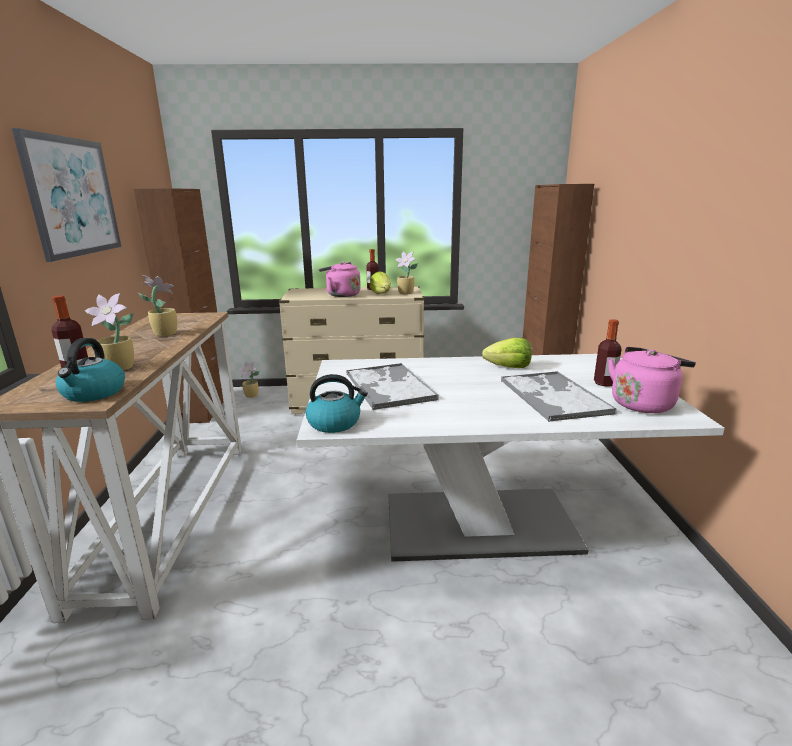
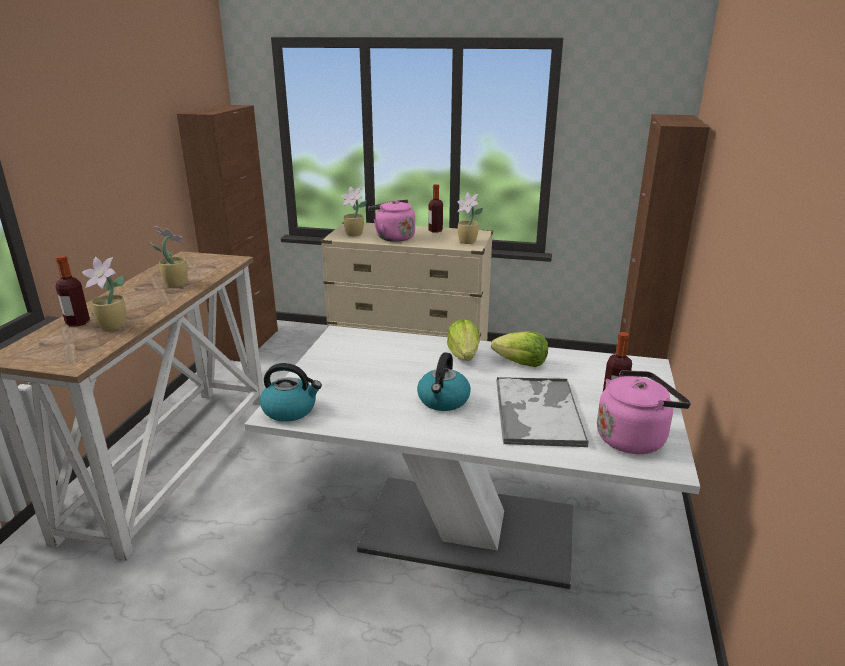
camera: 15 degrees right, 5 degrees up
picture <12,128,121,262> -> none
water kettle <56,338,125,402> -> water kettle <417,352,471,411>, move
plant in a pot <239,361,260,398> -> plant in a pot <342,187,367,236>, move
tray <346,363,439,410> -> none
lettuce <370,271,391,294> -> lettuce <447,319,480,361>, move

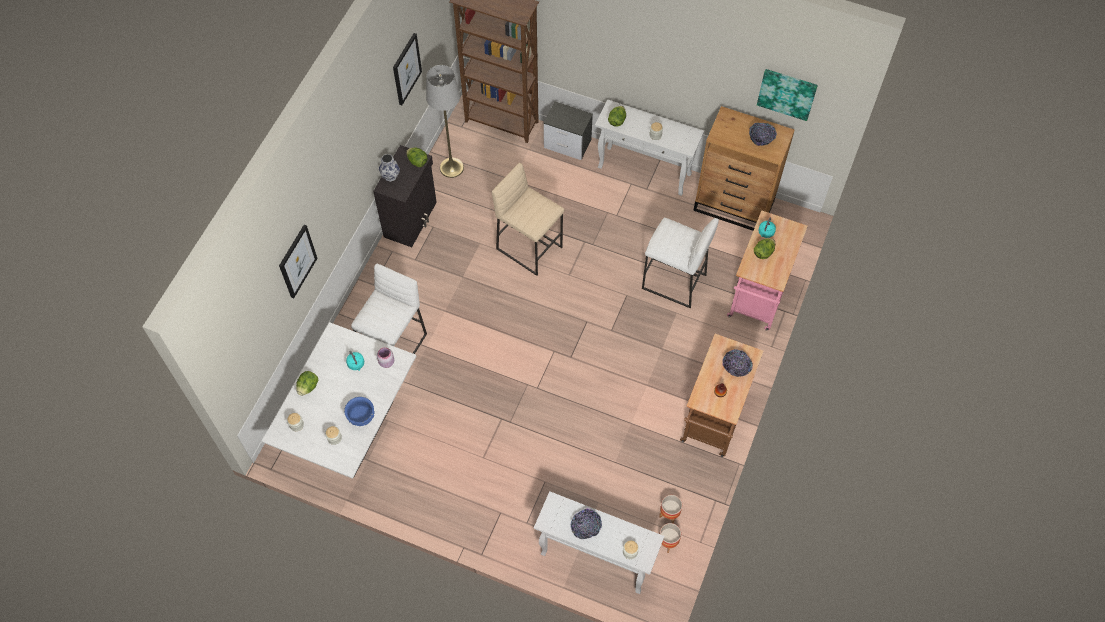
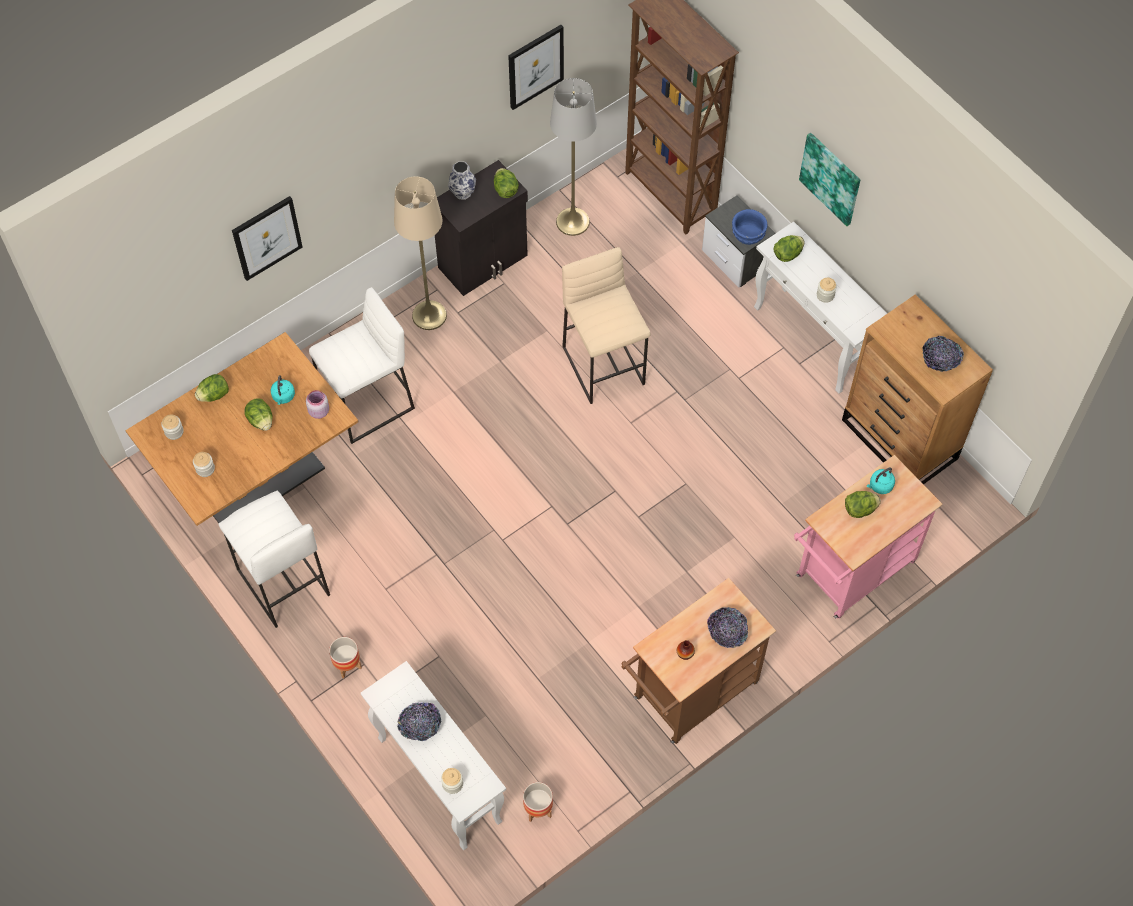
camera: 30 degrees right, 0 degrees up
white-coloured dining table <262,322,416,479> -> brown dining table <125,332,358,526>
blue serving bowl <344,397,375,426> -> blue serving bowl <732,209,768,245>, move
white-coloured stool seat <642,218,719,308> -> white-coloured stool seat <218,491,330,628>, move
planter <659,495,682,524> -> planter <329,637,362,678>, move
picture <757,69,818,121> -> picture <799,133,860,226>, move
none -> lettuce <245,398,272,431>
none -> beige floor lamp <394,176,447,330>

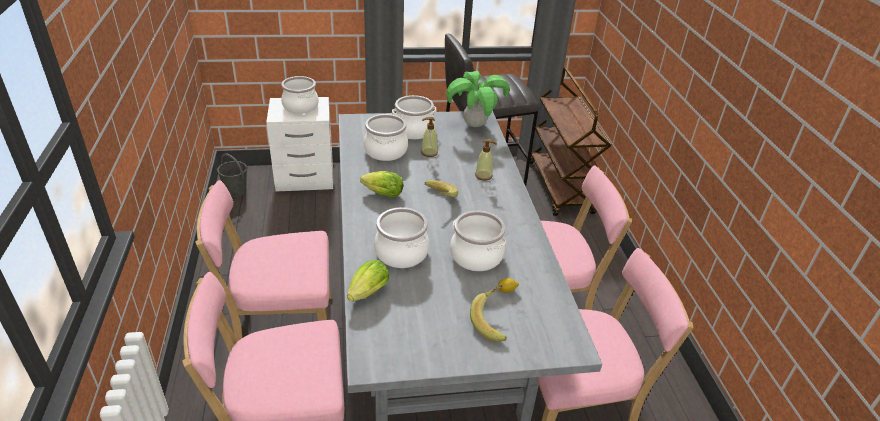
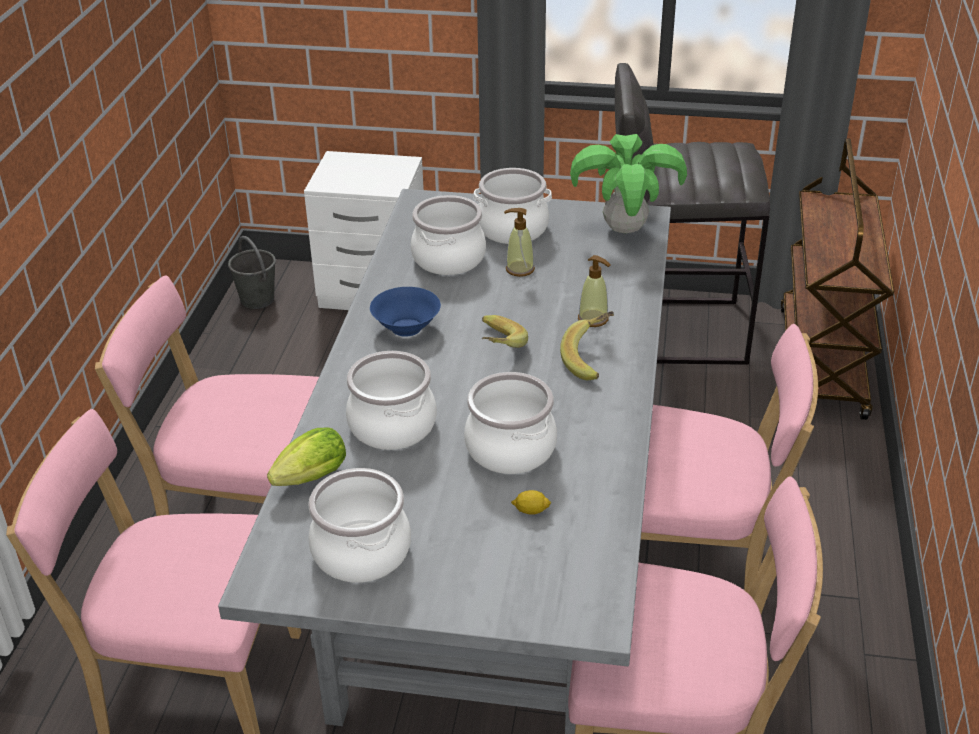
camera: 20 degrees right, 0 degrees up
stockpot <281,76,319,114> -> stockpot <308,468,411,583>, move
lettuce <360,171,403,198> -> blue serving bowl <370,287,441,337>
banana <470,285,507,342> -> banana <560,311,614,380>, move

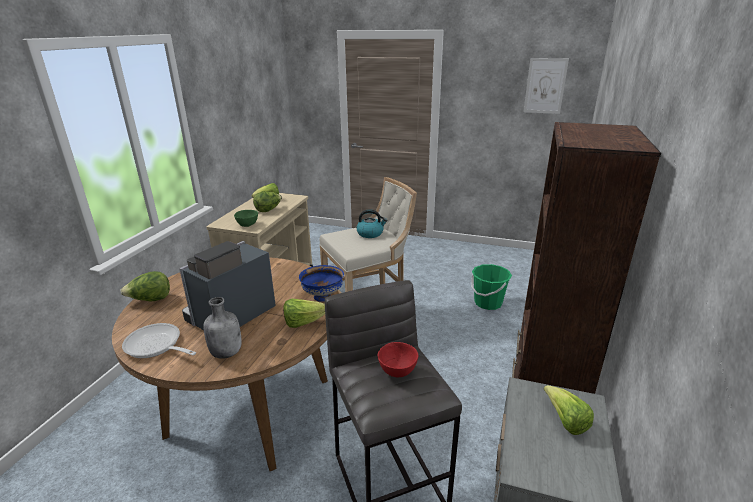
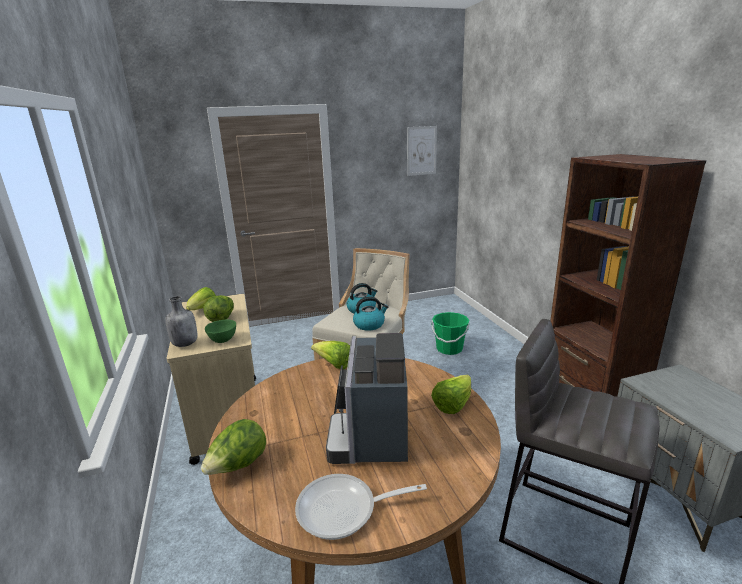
camera: 35 degrees left, 5 degrees down
gray bottle <203,297,242,359> -> gray bottle <165,296,197,347>, move
blue serving bowl <299,265,344,302> -> none
red serving bowl <378,342,418,377> -> none
lettuce <544,385,594,435> -> lettuce <311,341,350,370>, move
none -> water kettle <353,296,389,331>

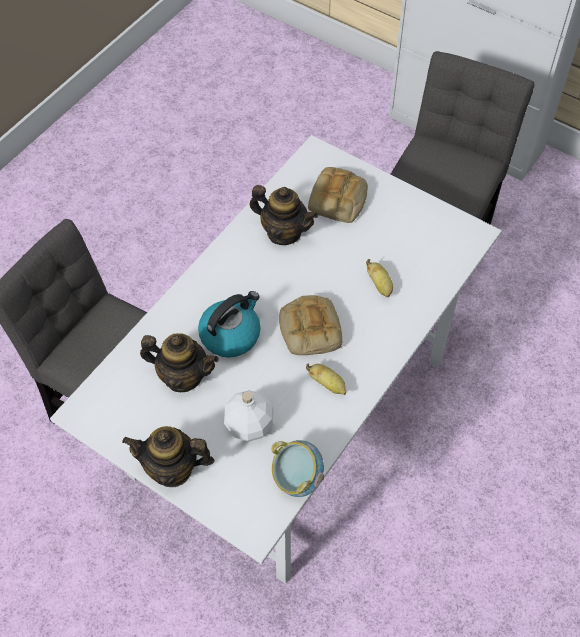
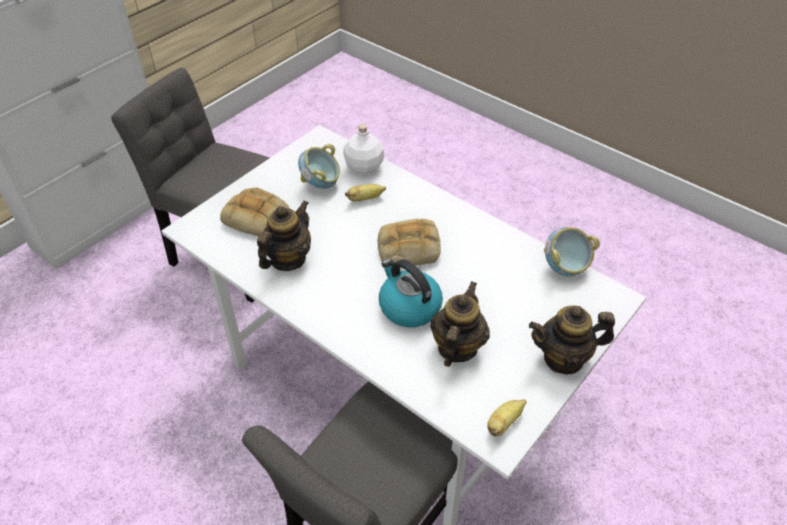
camera: 85 degrees left, 10 degrees down
tea pot <122,426,215,487> -> tea pot <529,306,615,375>, 75 degrees clockwise
white-coloured bottle <224,390,273,442> -> white-coloured bottle <343,124,384,174>, move
banana <306,363,346,395> -> banana <487,399,527,437>, move
none -> serving bowl <298,144,340,189>

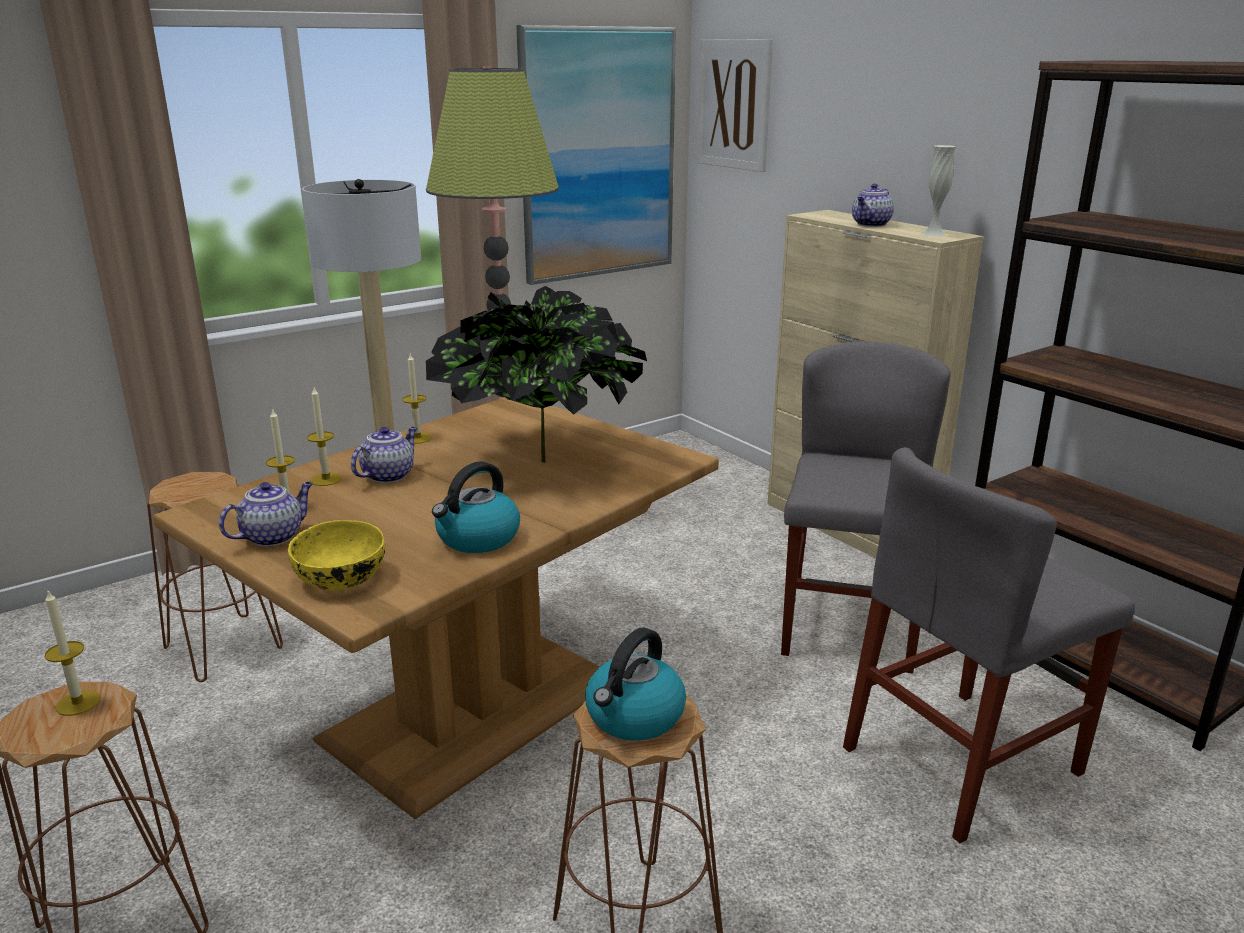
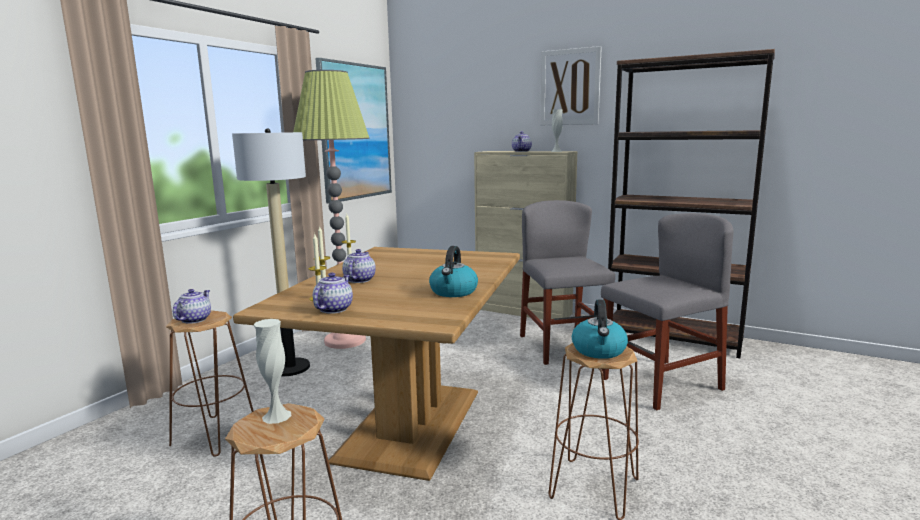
camera: 25 degrees left, 10 degrees down
wax light <45,591,100,716> -> white-coloured decorative vase <254,319,292,424>
yellow serving bowl <288,520,385,591> -> none
plant in a pot <426,286,647,463> -> none
picture <698,39,773,172> -> picture <540,46,602,125>, move
gray chair <843,447,1135,843> -> gray chair <601,213,734,410>, 150 degrees counterclockwise
none -> tea pot <173,289,211,324>

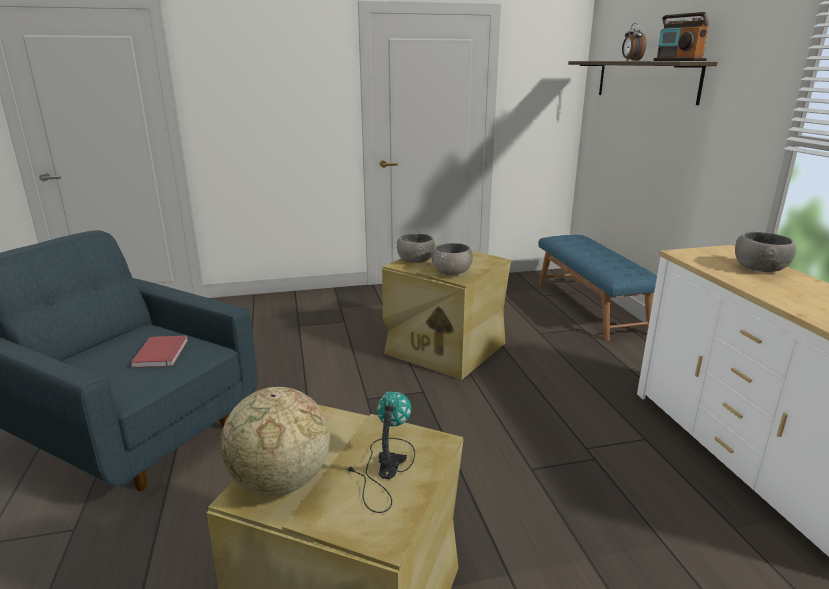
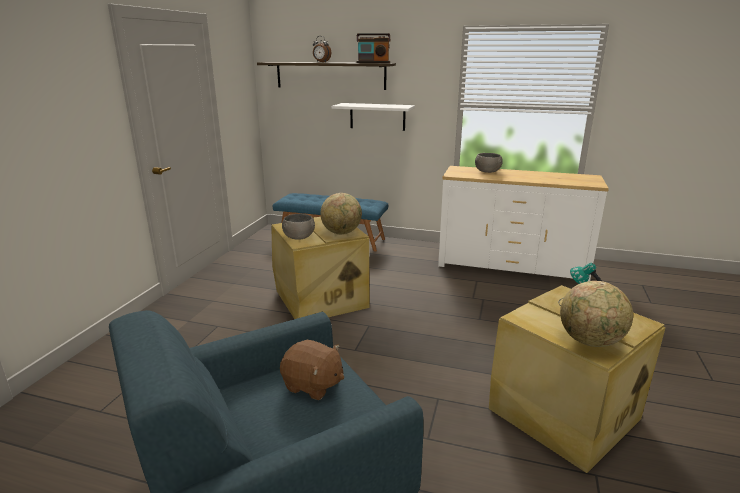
camera: 60 degrees left, 0 degrees up
red bound book <130,335,188,368> -> brown cuddly toy <280,340,344,400>
gray serving bowl <432,243,473,275> -> world globe <320,193,362,234>
none -> white-coloured shelf <331,103,415,131>

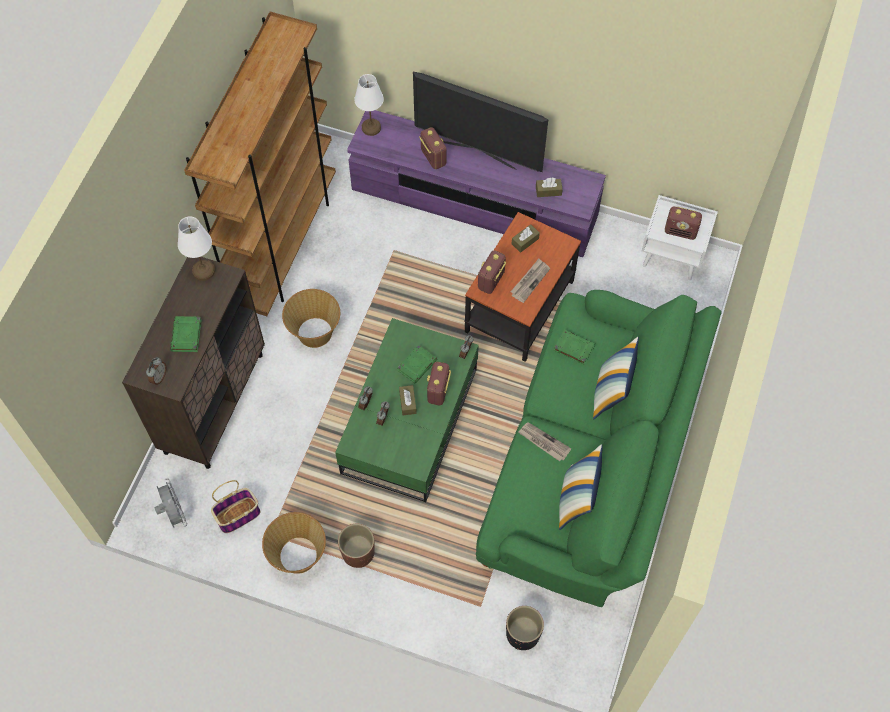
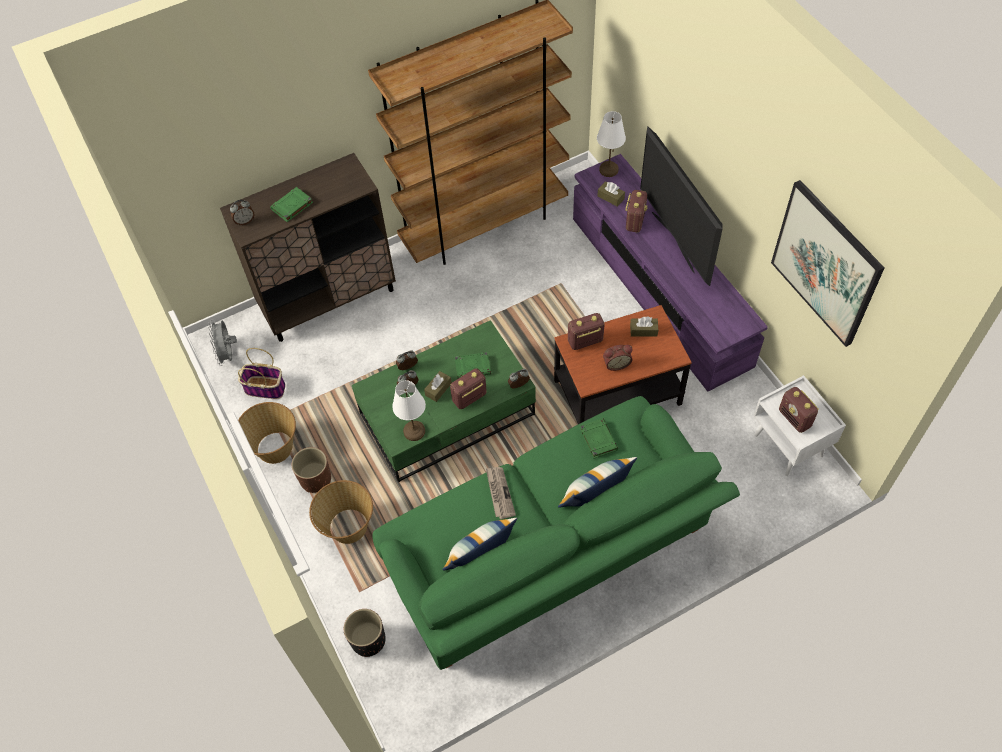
camera: 45 degrees right, 5 degrees down
gray fan <155,478,187,528> -> gray fan <208,320,237,366>, 150 degrees clockwise
white-coloured lamp for a table <178,216,215,281> -> white-coloured lamp for a table <392,380,426,441>, move
basket <282,289,340,348> -> basket <309,480,373,544>, move
daily paper <511,259,550,303> -> bedside clock <603,345,632,371>
brown tissue holder <536,177,563,197> -> brown tissue holder <598,182,625,207>, move
none -> picture <771,180,884,347>

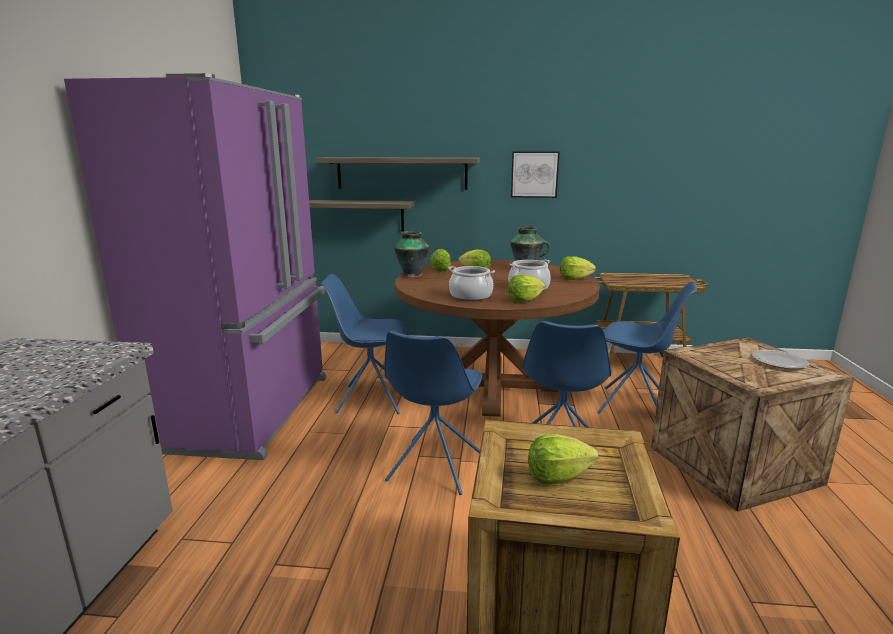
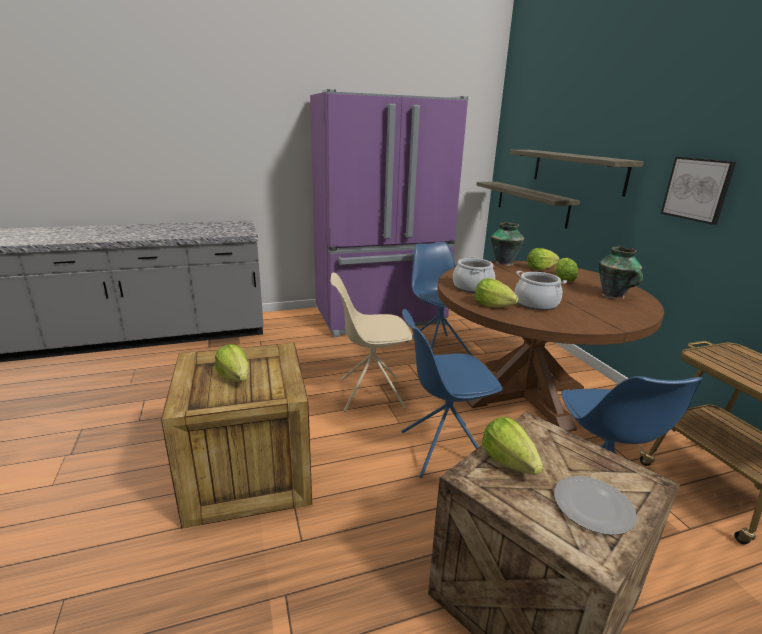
camera: 65 degrees right, 5 degrees up
blue chair <385,331,482,495> -> beige chair <330,272,412,412>
lettuce <560,256,596,280> -> lettuce <482,417,543,475>, move

